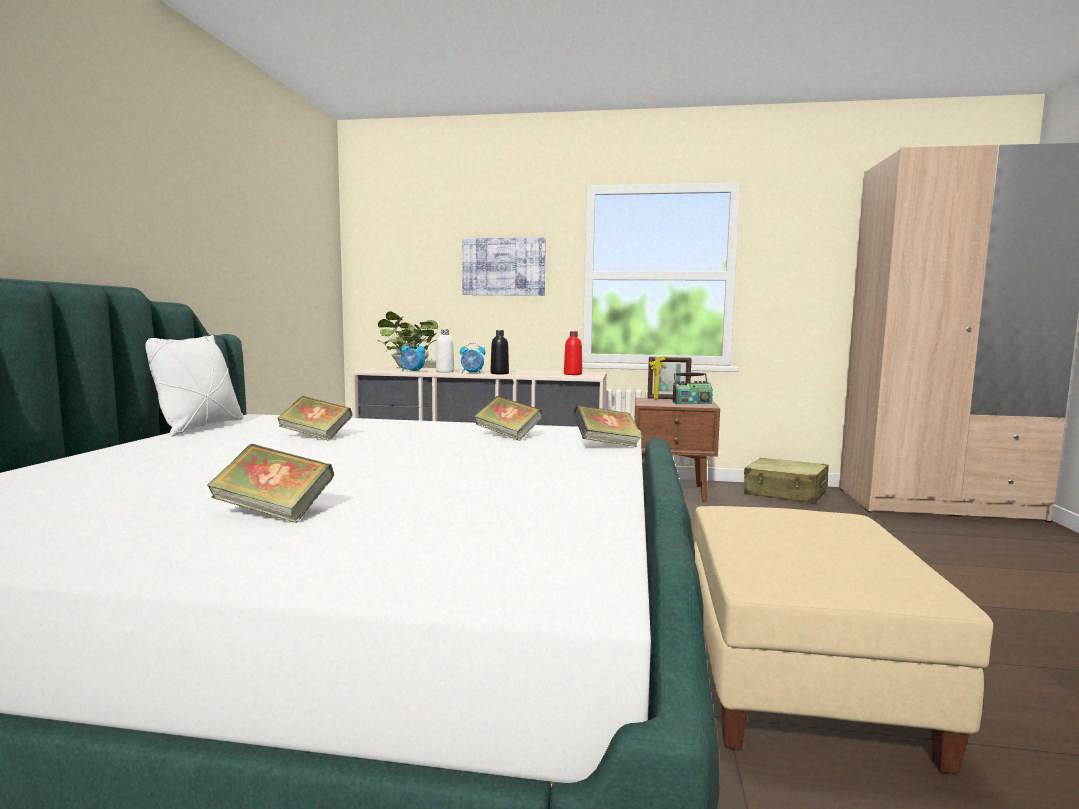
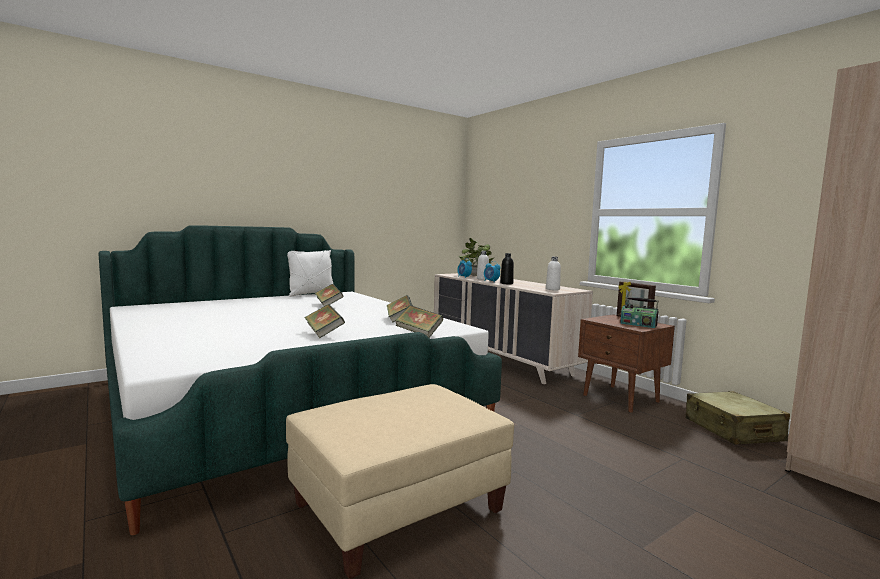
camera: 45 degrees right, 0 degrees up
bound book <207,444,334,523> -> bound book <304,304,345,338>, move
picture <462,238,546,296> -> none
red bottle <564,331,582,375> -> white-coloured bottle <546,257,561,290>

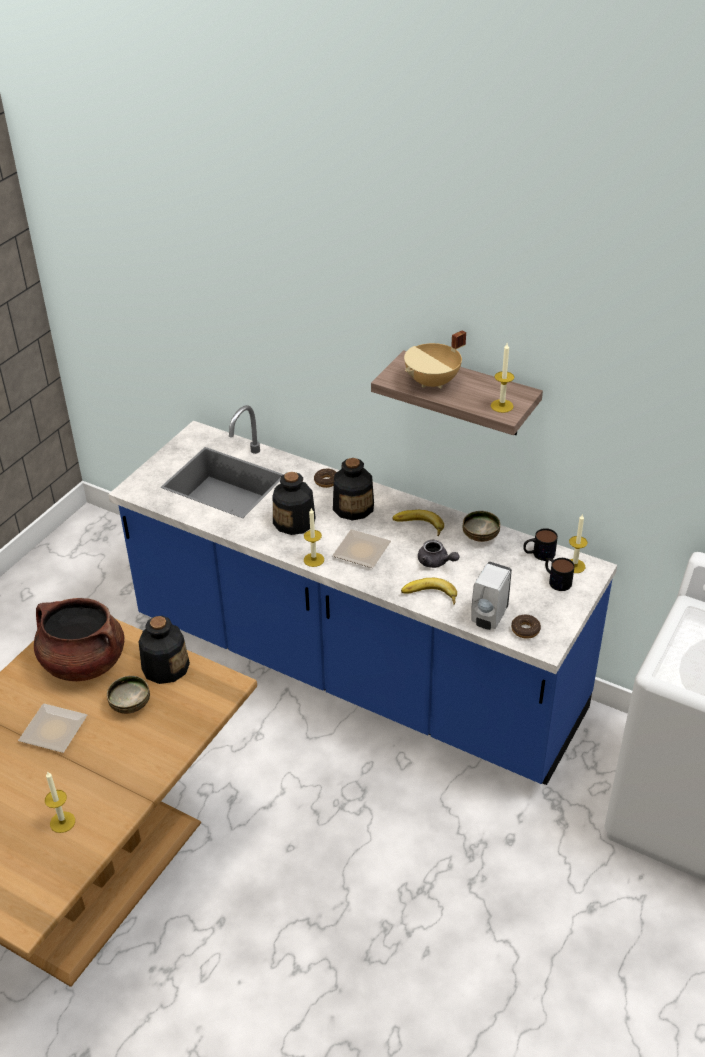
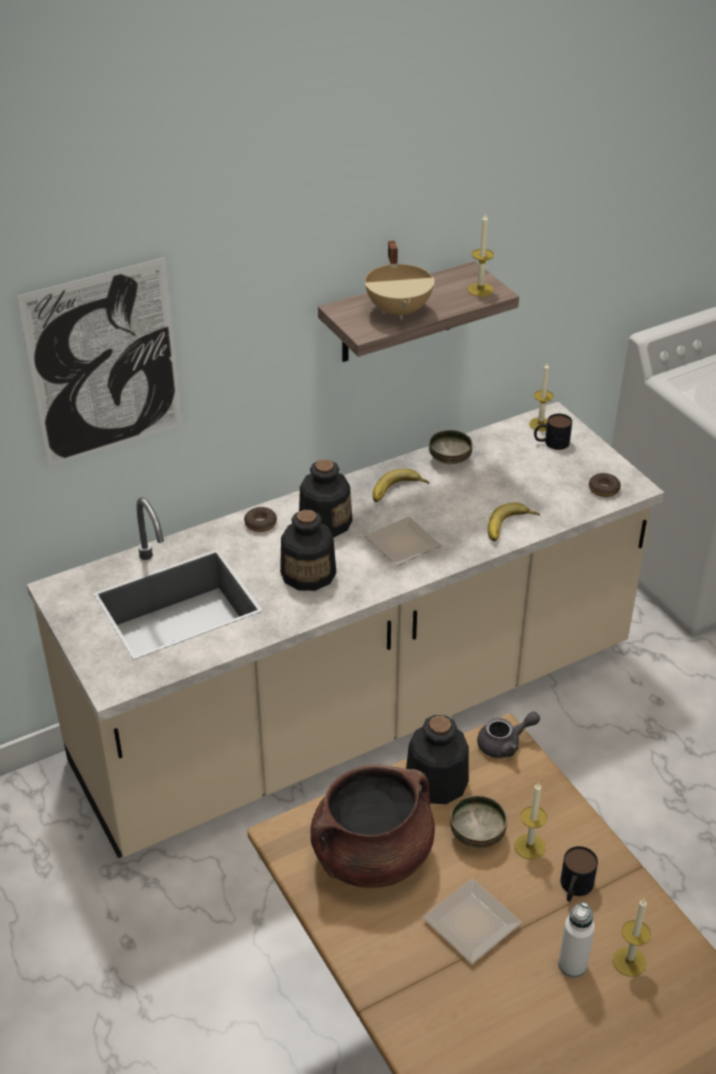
camera: 60 degrees left, 0 degrees up
blue kitchen counter <108,405,617,785> -> beige kitchen counter <27,402,664,858>
wax light <304,508,324,567> -> wax light <515,782,547,860>, move
gray tea pot <418,540,460,568> -> gray tea pot <477,711,540,758>, move
white-coloured soap dispenser <471,562,512,630> -> none
mug <523,528,558,561> -> mug <560,846,598,902>, move
none -> picture <16,258,182,467>
none -> white-coloured bottle <558,902,595,977>

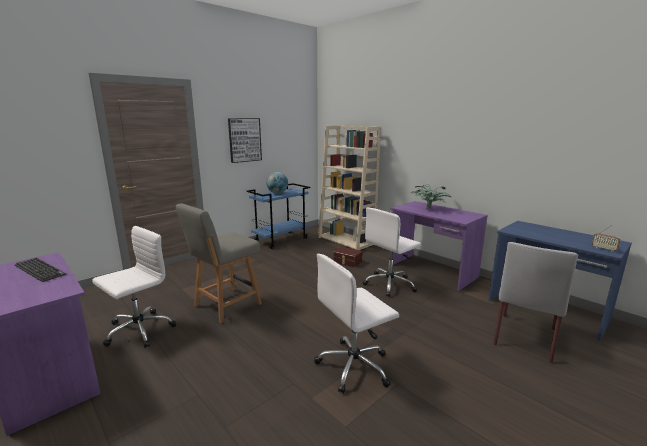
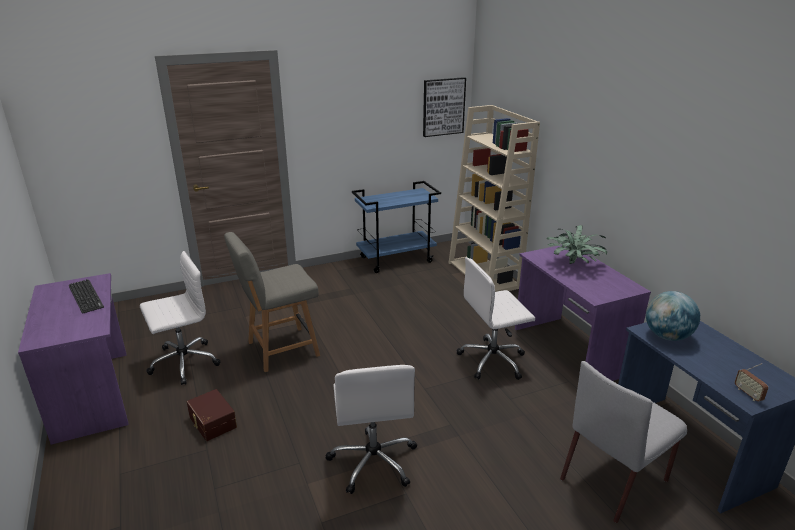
camera: 20 degrees right, 10 degrees up
picture <228,118,262,163> -> picture <423,77,466,137>, move
world globe <266,172,288,194> -> world globe <646,291,700,341>, move
white-coloured desk chair <314,254,399,394> -> white-coloured desk chair <325,365,417,494>, 90 degrees counterclockwise
brown storage container <333,247,363,267> -> brown storage container <187,389,237,441>, move

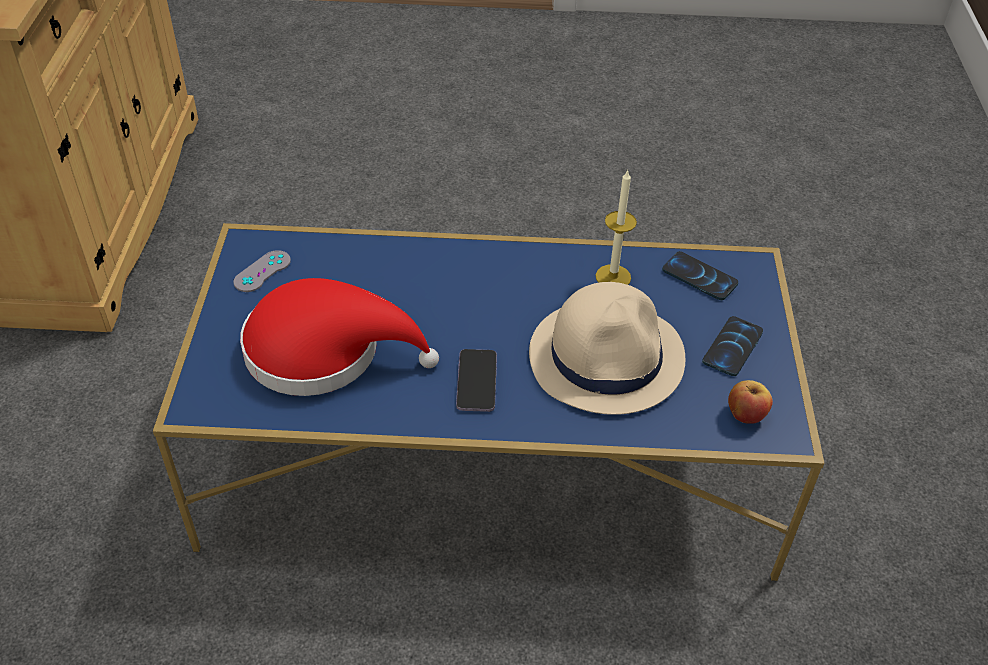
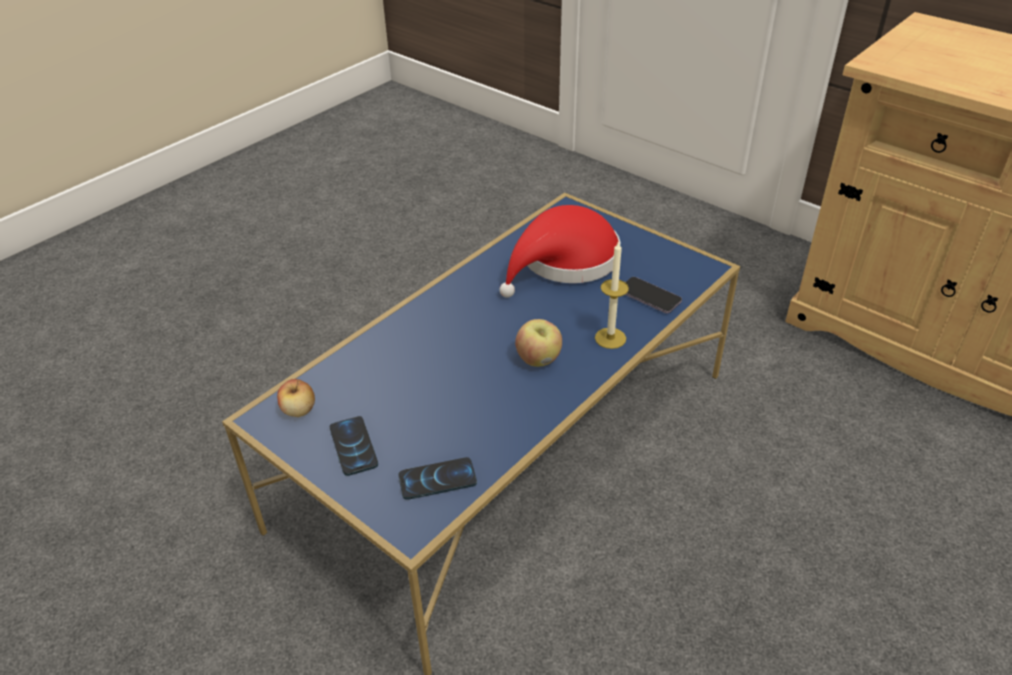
camera: 130 degrees right, 5 degrees down
gray game controller <233,250,291,292> -> none
telephone <456,349,497,412> -> telephone <625,277,682,313>, move
beige hat <529,282,685,415> -> none
wax light <596,170,637,285> -> wax light <595,241,629,349>, move
none -> apple <515,319,562,367>

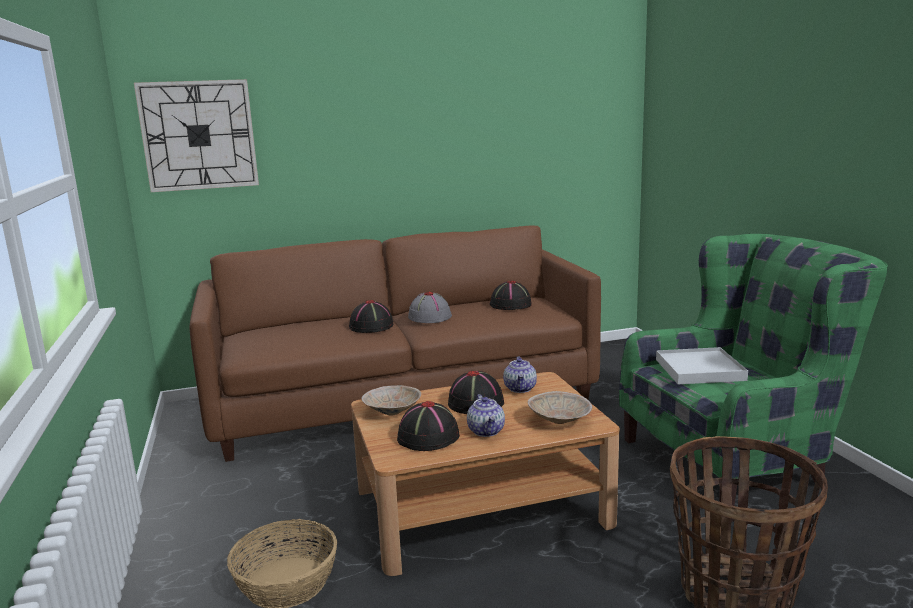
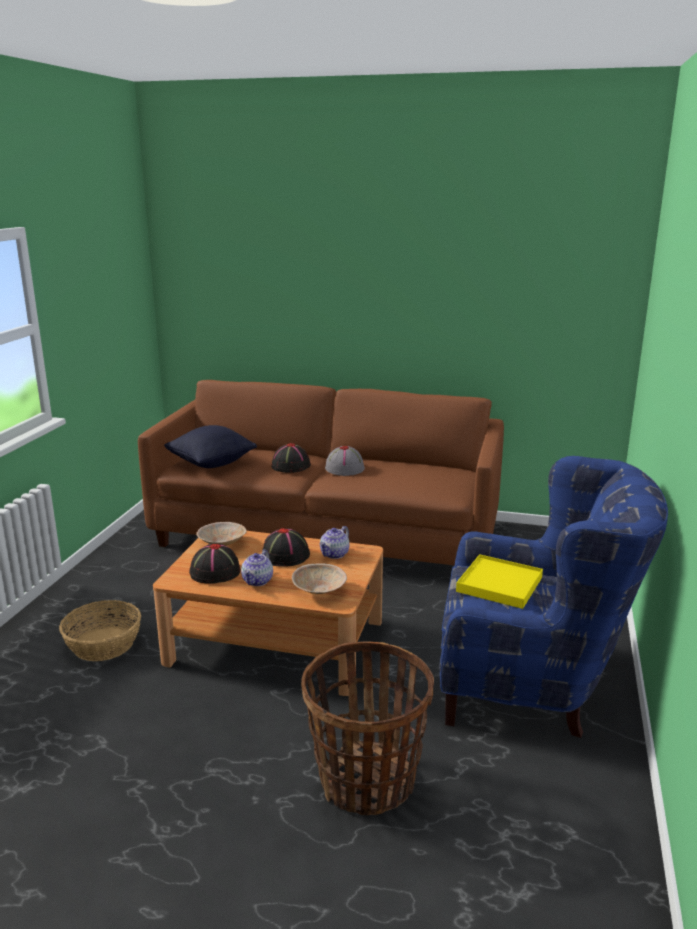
camera: 30 degrees right, 5 degrees up
clock on the wall <134,79,259,192> -> none
black hat <490,281,532,310> -> none
green-coloured easy chair <619,234,888,506> -> blue easy chair <439,456,668,738>
white-coloured tray <656,347,748,384> -> yellow tray <456,554,543,609>
none -> black throw pillow <164,425,257,468>

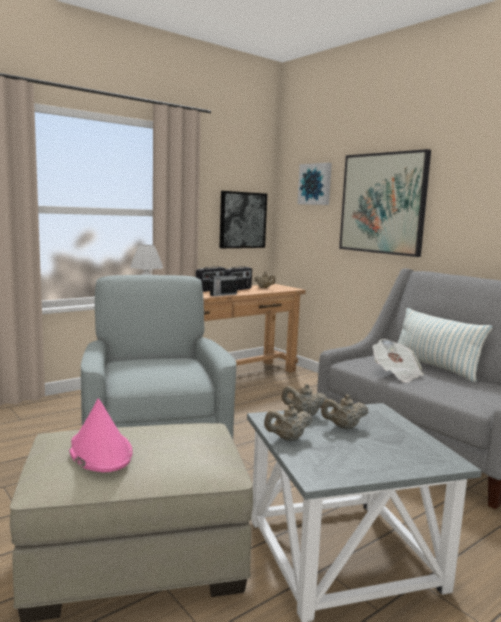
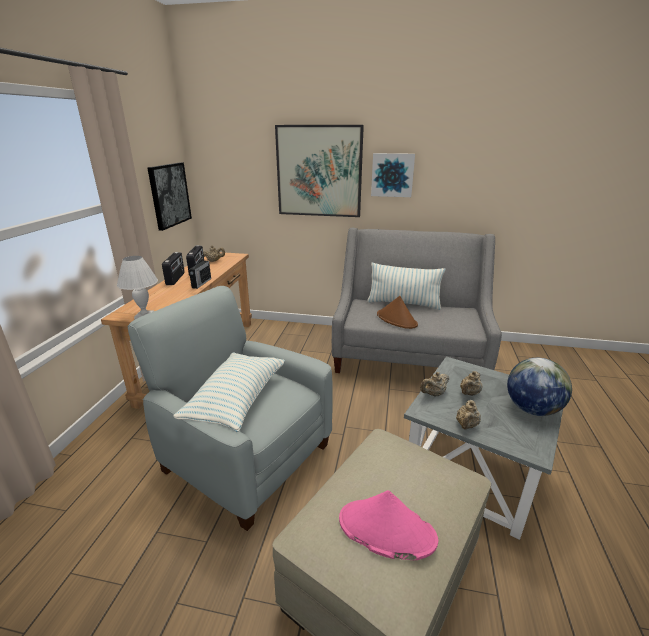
camera: 40 degrees left, 15 degrees up
picture <298,163,332,205> -> picture <371,153,415,197>, move
daily paper <372,339,424,382> -> brown hat <377,296,418,329>
none -> throw pillow <173,352,285,432>
none -> world globe <507,358,572,416>

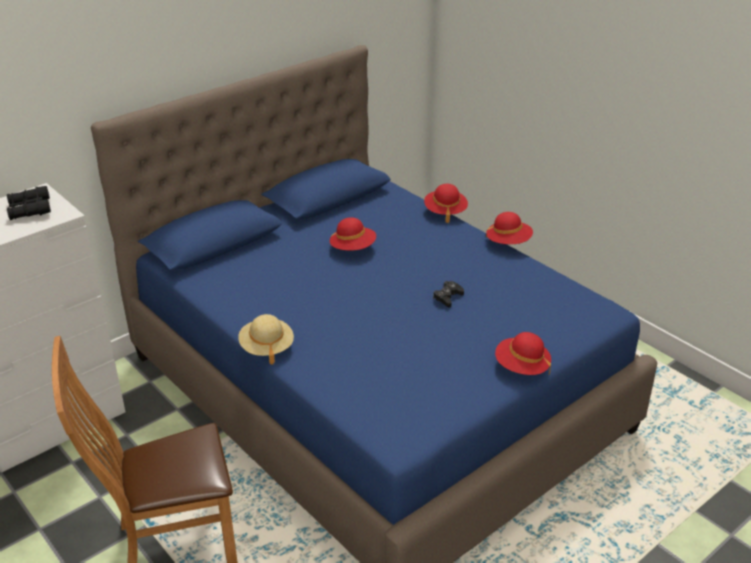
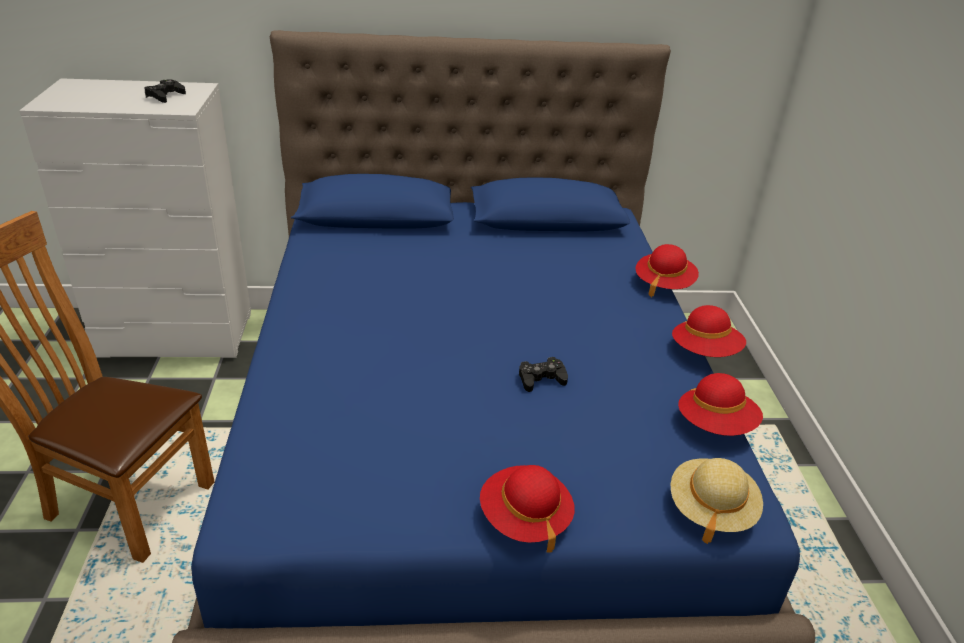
camera: 35 degrees right, 0 degrees up
black binoculars <7,186,51,220> -> black game controller <144,79,186,103>
beige hat <238,314,294,365> -> beige hat <671,458,763,544>, move
red hat <330,217,376,251> -> red hat <678,373,763,436>, move

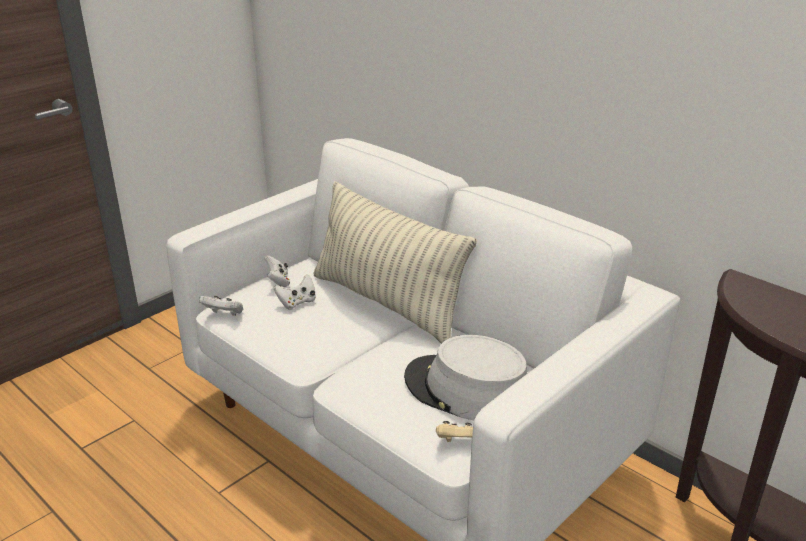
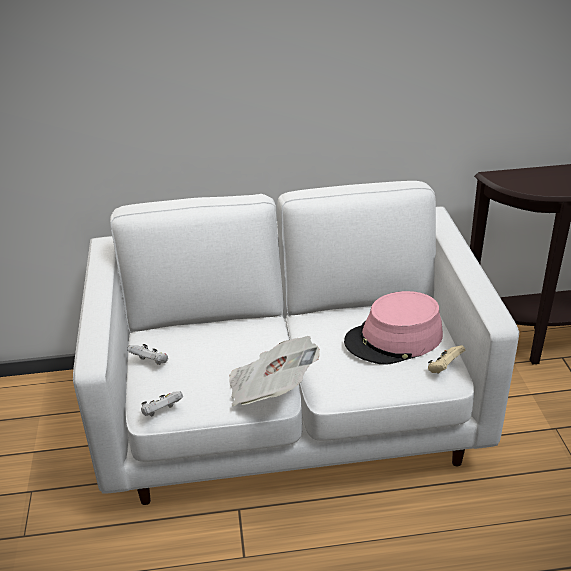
camera: 50 degrees left, 5 degrees up
white-coloured game controller <274,274,316,310> -> none
throw pillow <313,181,477,343> -> none
gray hat <404,335,528,420> -> pink hat <344,291,443,365>
none -> daily paper <229,336,320,406>

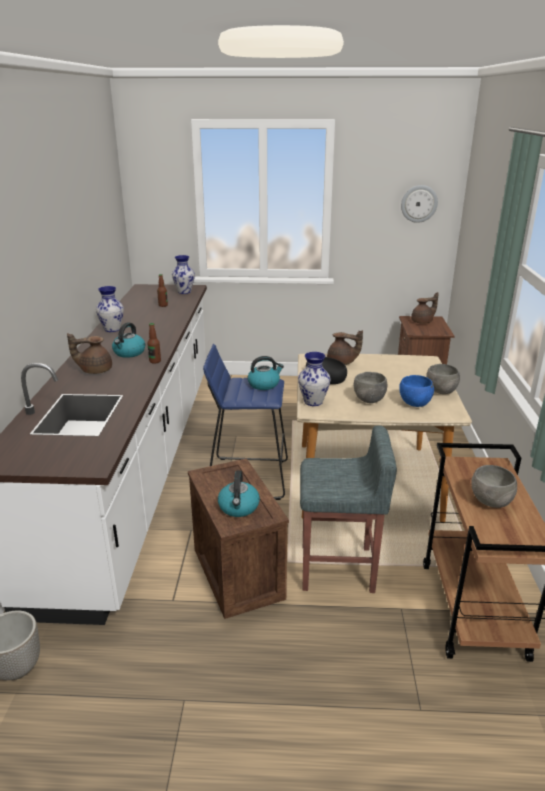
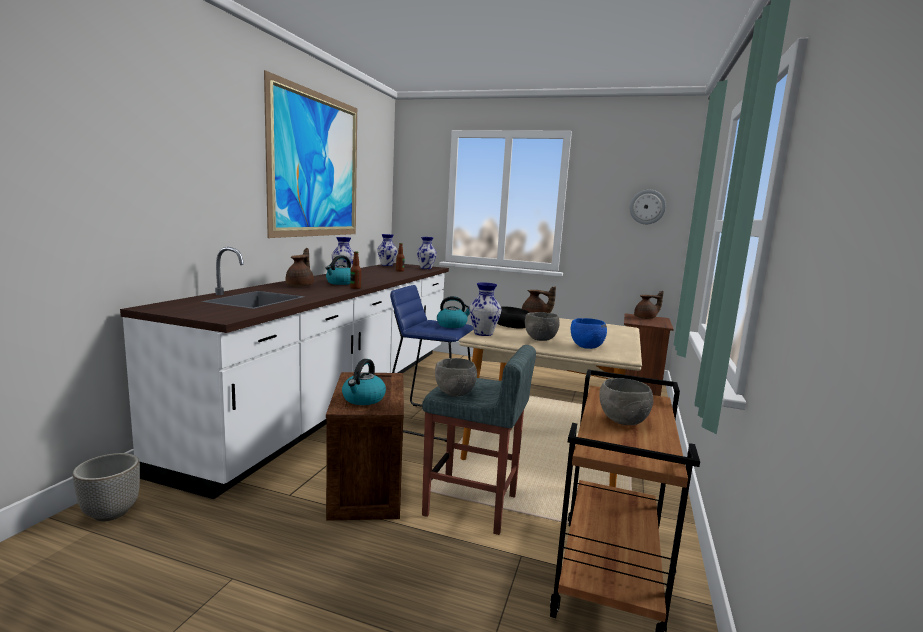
camera: 15 degrees right, 15 degrees down
brown tea pot <67,333,112,374> -> brown tea pot <286,248,314,287>, 90 degrees clockwise
gray serving bowl <426,364,460,394> -> gray serving bowl <435,358,477,396>, move
none -> picture <264,70,357,238>
none -> decorative vase <378,234,397,266>

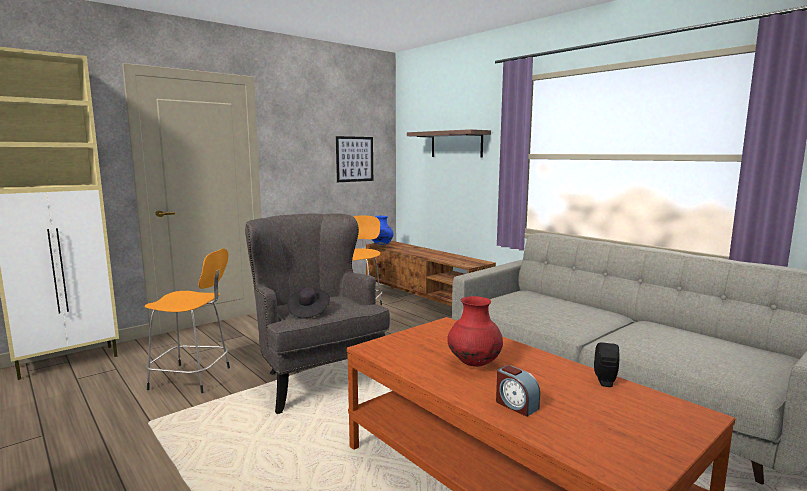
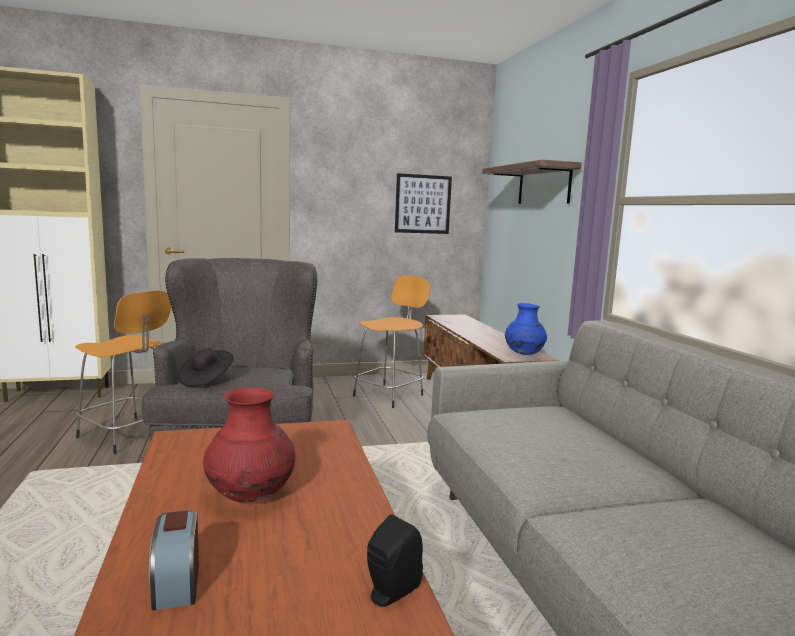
camera: 25 degrees right, 0 degrees up
blue decorative vase <372,216,394,245> -> blue decorative vase <505,303,547,355>, move

